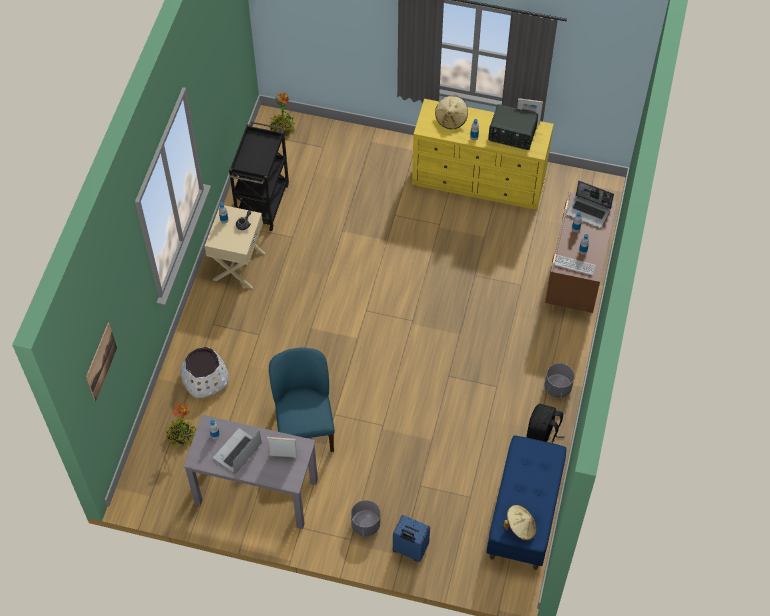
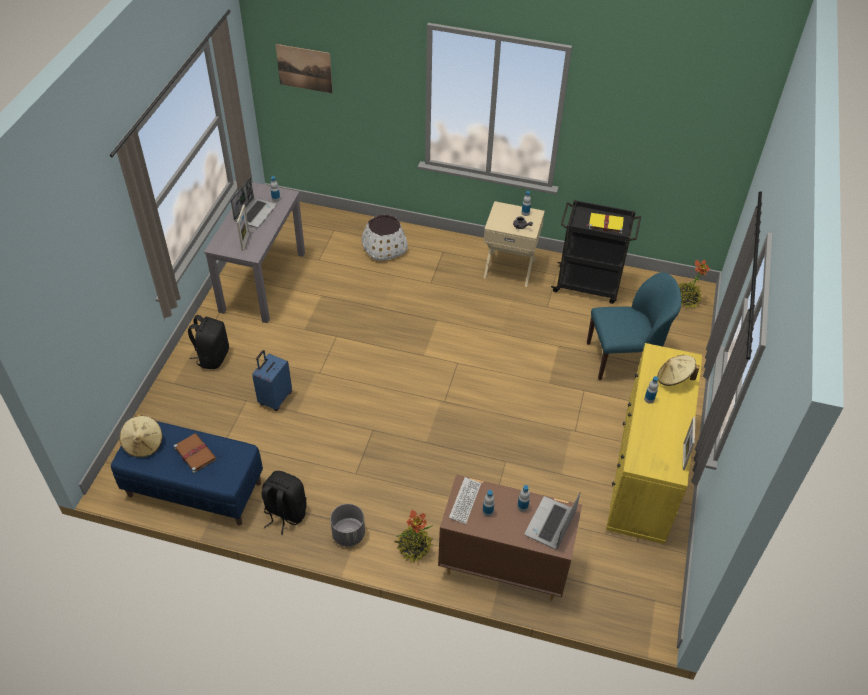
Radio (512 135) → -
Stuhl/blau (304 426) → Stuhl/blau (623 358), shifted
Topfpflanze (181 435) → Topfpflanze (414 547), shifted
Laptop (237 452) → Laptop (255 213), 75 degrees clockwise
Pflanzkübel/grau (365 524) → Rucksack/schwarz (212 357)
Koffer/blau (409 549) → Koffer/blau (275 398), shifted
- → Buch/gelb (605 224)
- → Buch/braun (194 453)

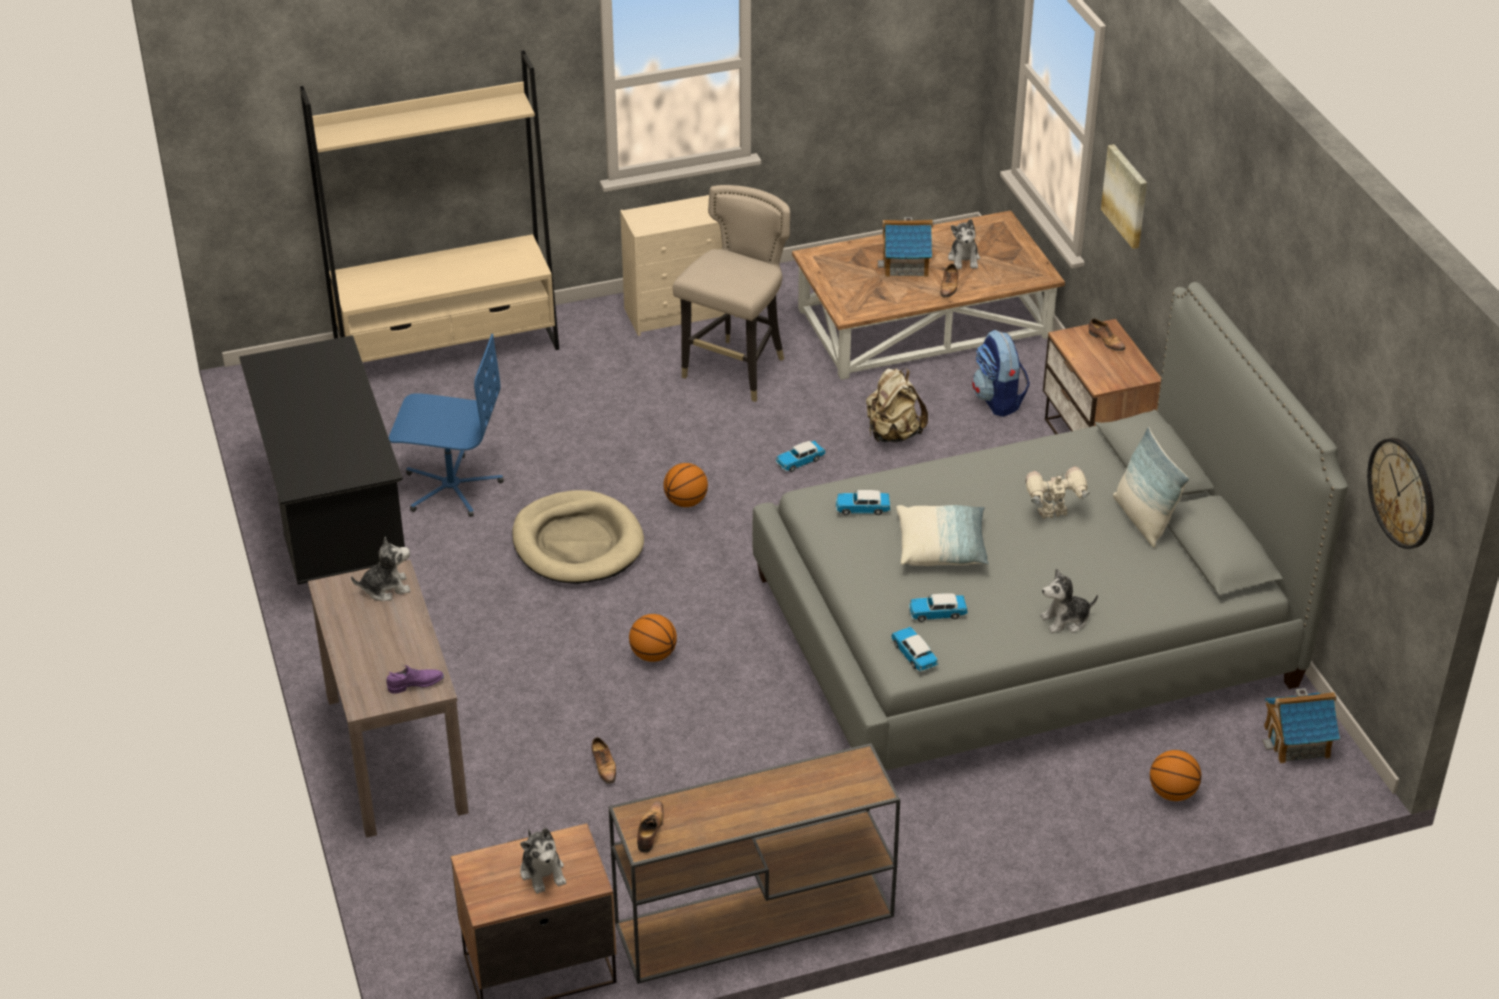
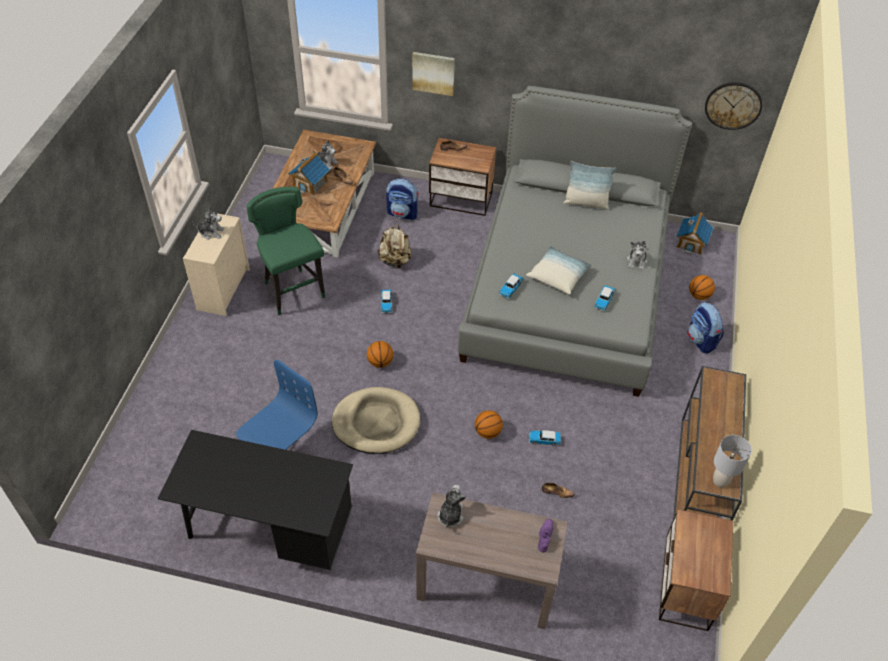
Bücherregal/beige (448 350) → -
Hocker/beige (736 371) → Hocker/grün (293 292)
Spielzeugroboter (1053 515) → -
Spielzeugauto (914 655) → Spielzeugauto (544 440), shifted
Schuh (650 831) → Tischlampe/grau (720 481)
Plüschtier (543 872) → Plüschtier (211 232), shifted
- → Rucksack (701 341)

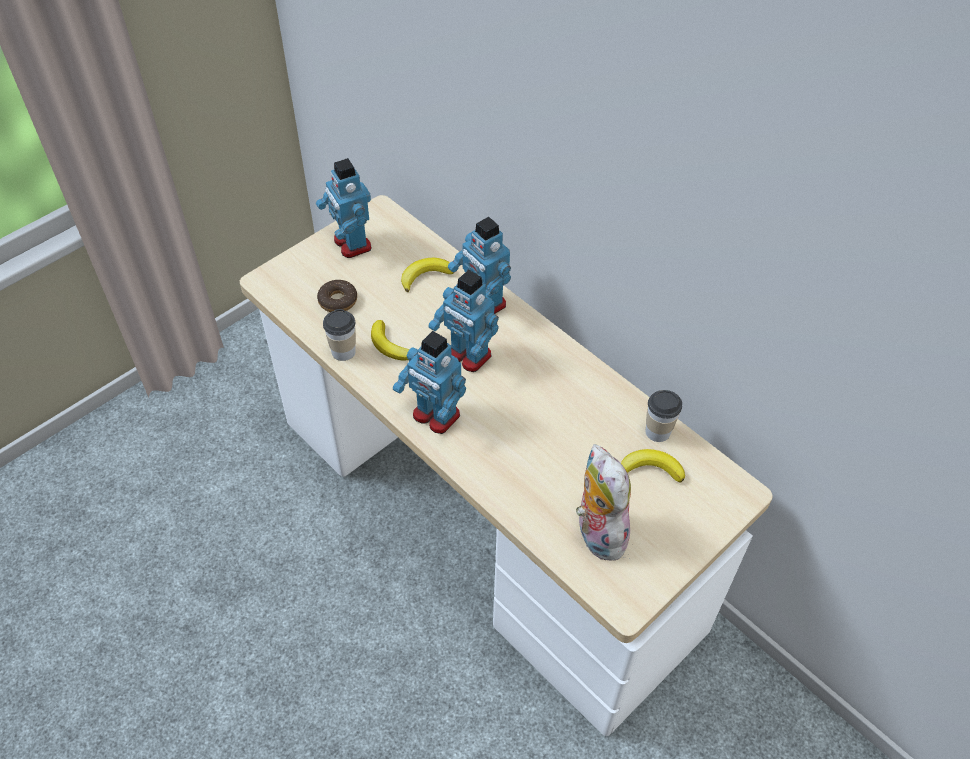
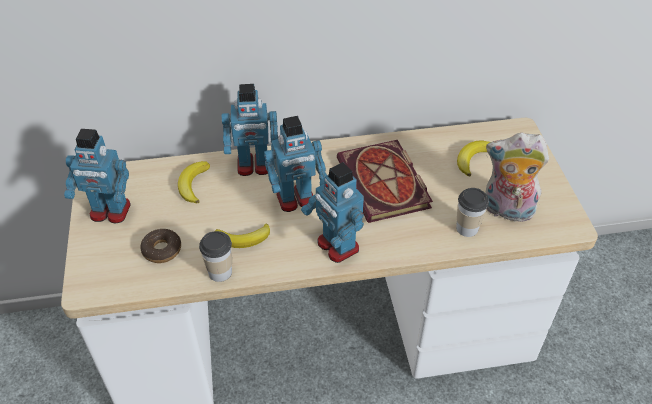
Spielzeugroboter (435 416) → Spielzeugroboter (337 246), 75 degrees clockwise
Tasse (658 431) → Tasse (467 228), shifted
- → Buch (386 185)

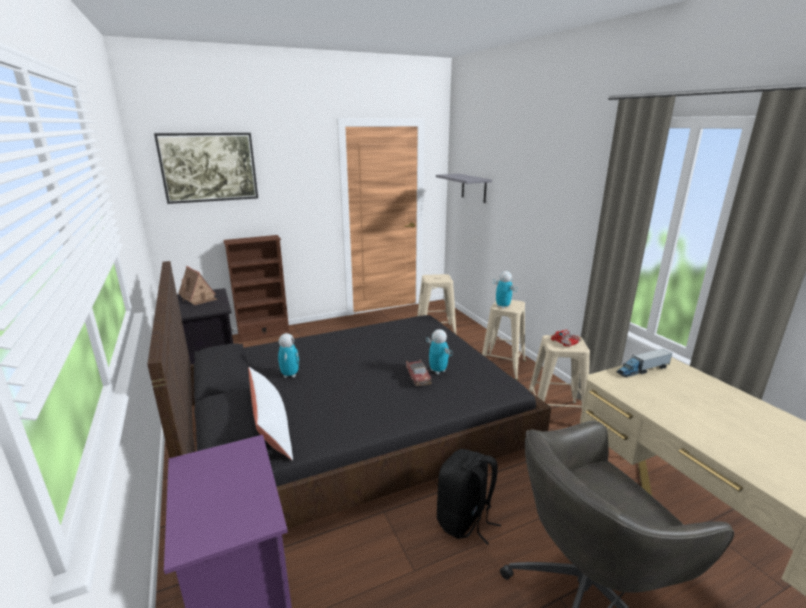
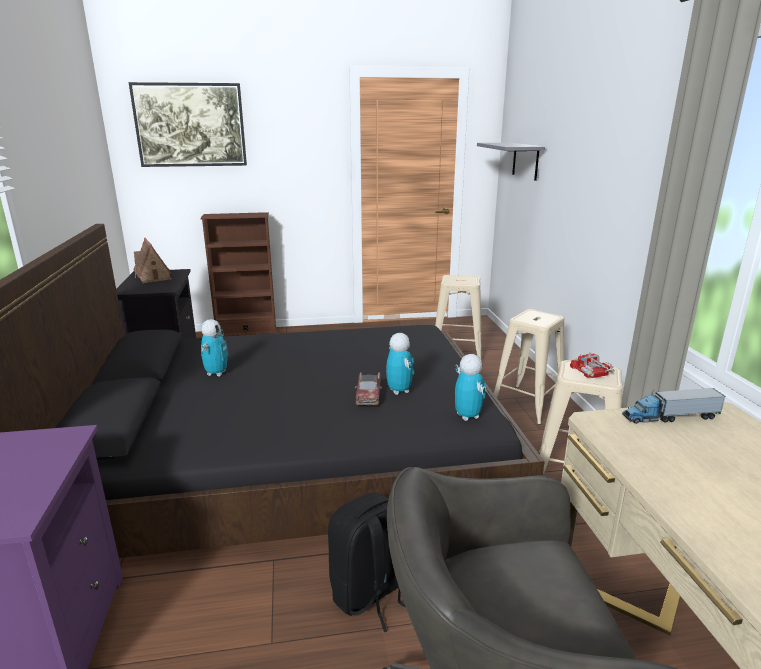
Spielzeugroboter (502 306) → Spielzeugroboter (467 416), shifted
Kissen/weiß (271 430) → -

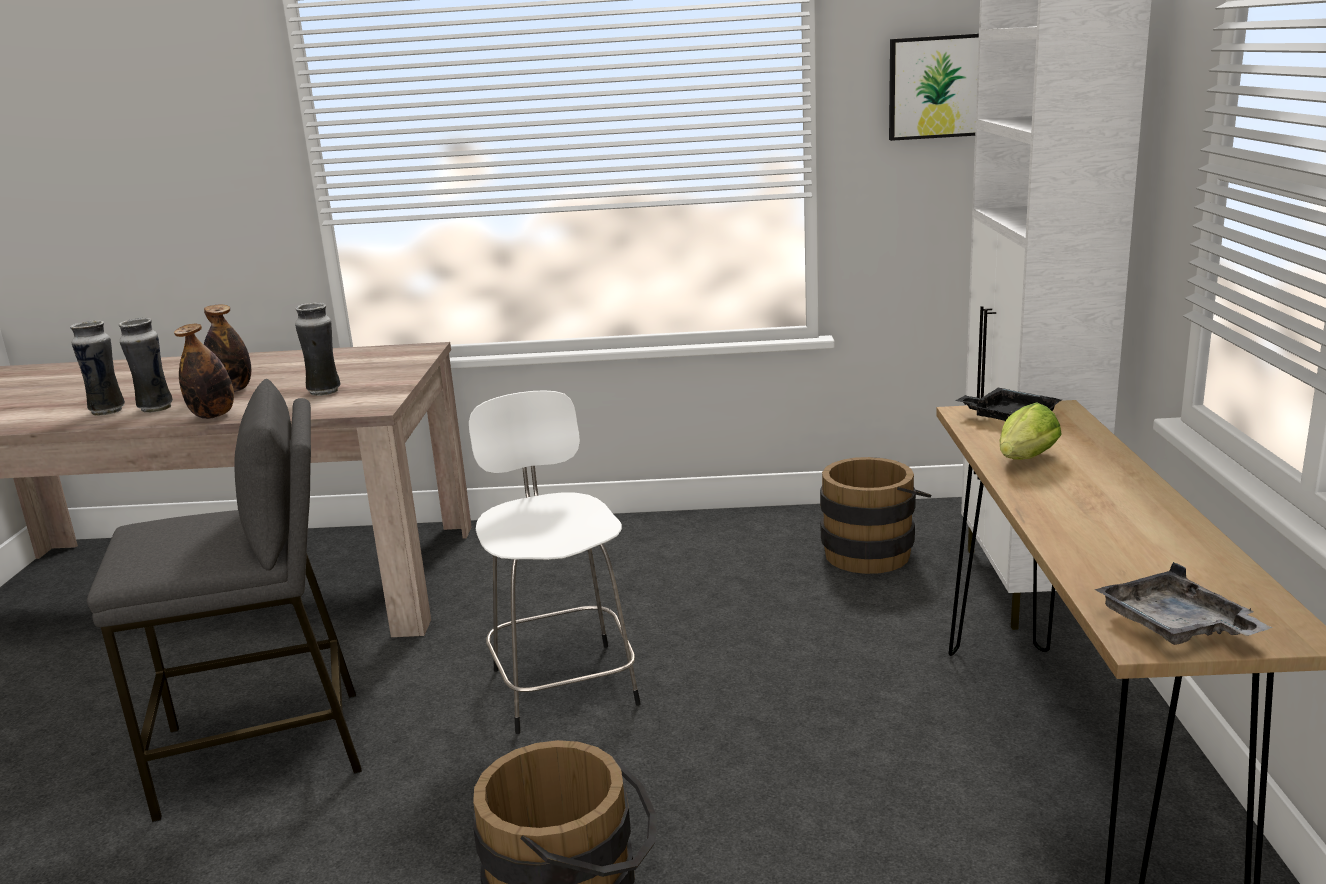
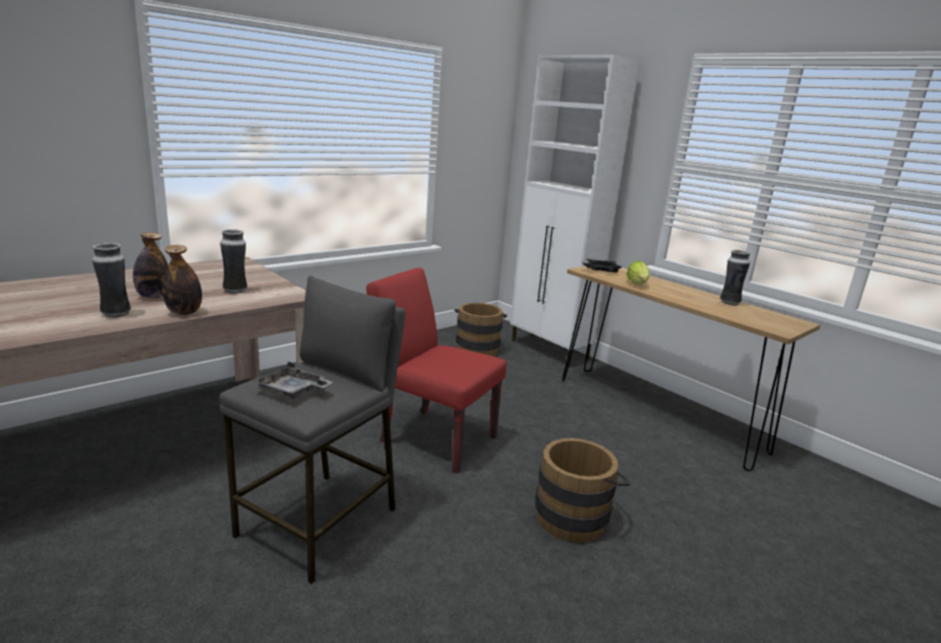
Bild (937 87) → -
Vase (108 411) → Vase (729 302), shifted
Hocker/weiß (563 683) → Stuhl/rot (431 436)
Tablett/grau (1175 626) → Tablett/grau (293 391), shifted

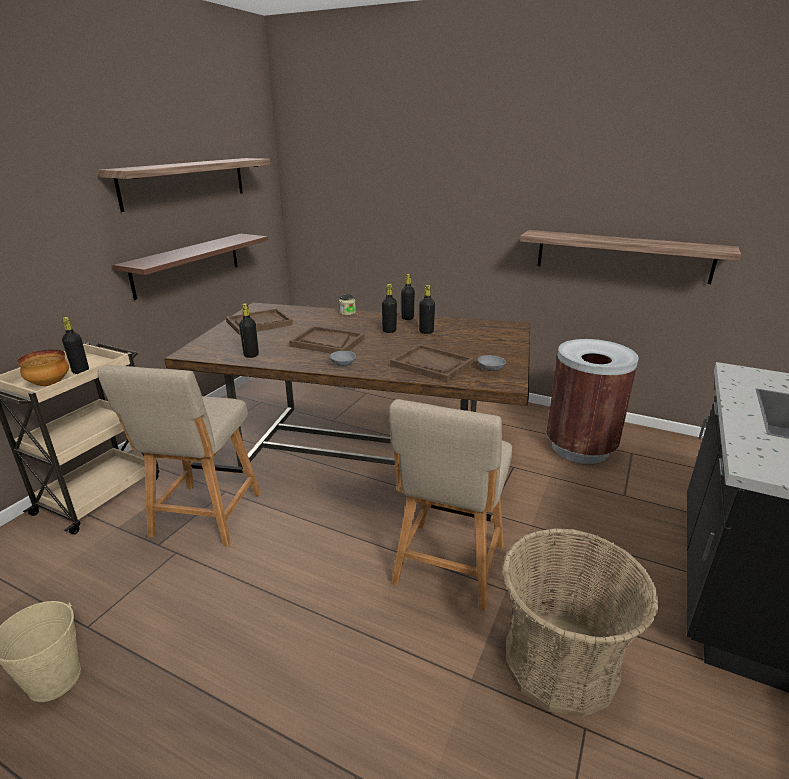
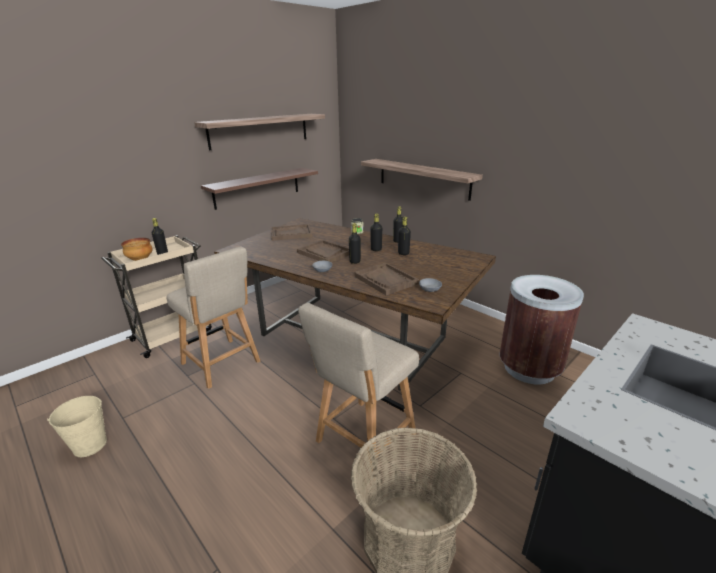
Wandregal (622 256) → Wandregal (423 178), shifted
Flasche/schwarz (251 355) → Flasche/schwarz (355 261), shifted
Stuhl/beige (204 518) → Stuhl/beige (223 364), 75 degrees counterclockwise

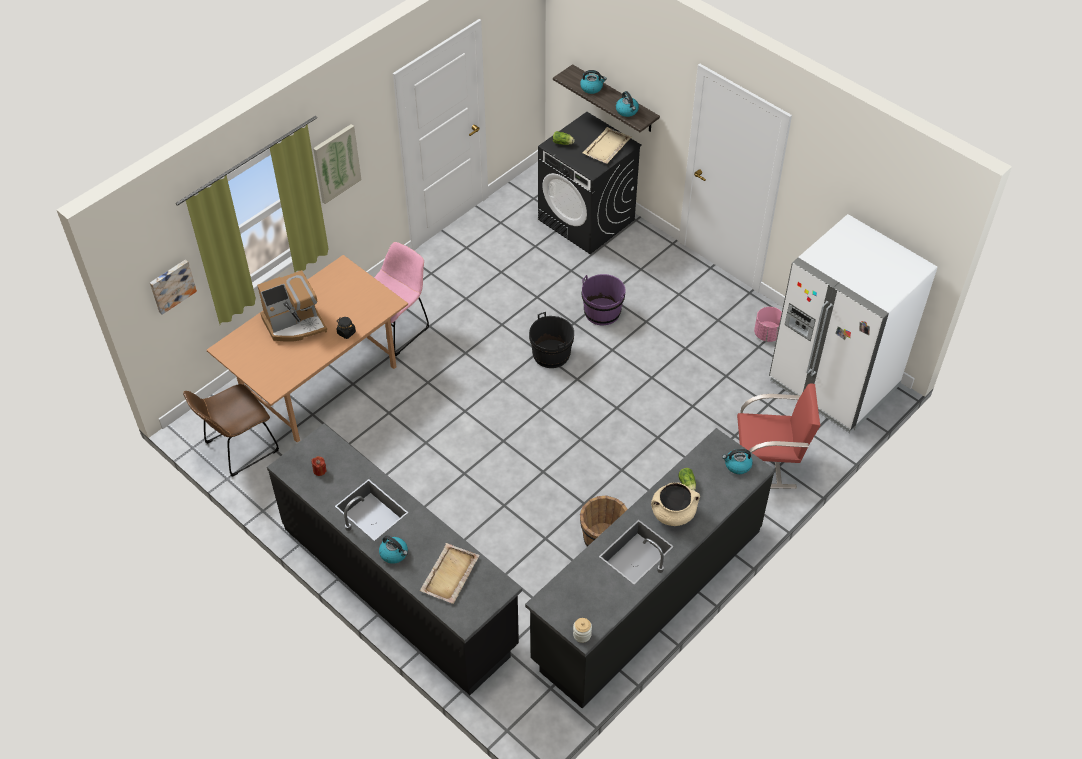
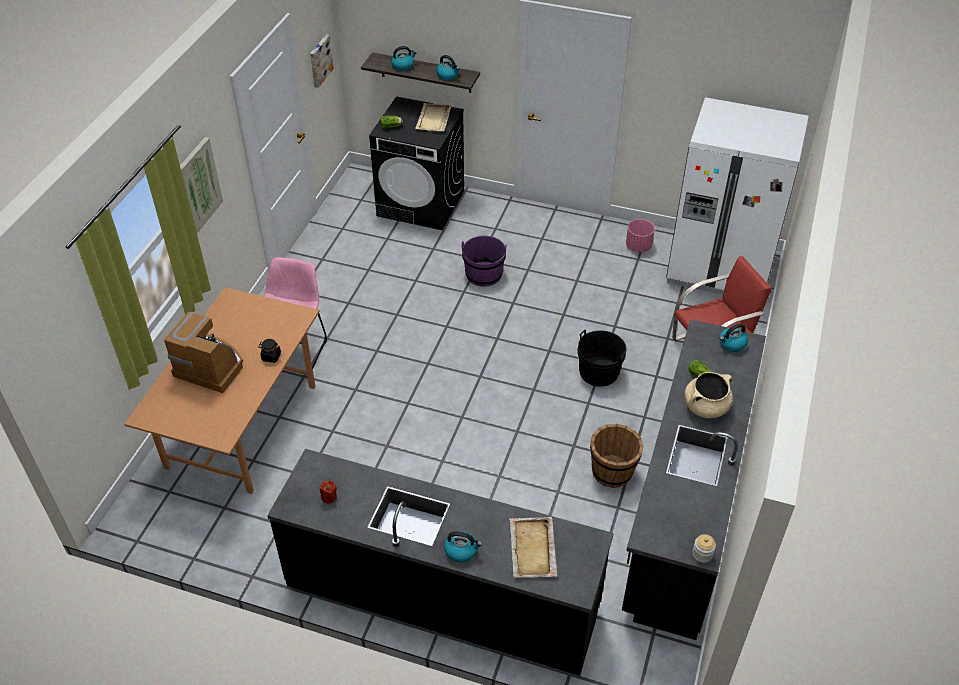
Bild (172 285) → Bild (319 60), shifted
Kaffeemaschine (295 324) → Kaffeemaschine (210 366), 105 degrees counterclockwise
Eimer/schwarz (551 354) → Eimer/schwarz (599 372), shifted
Stuhl/braun (238 449) → -

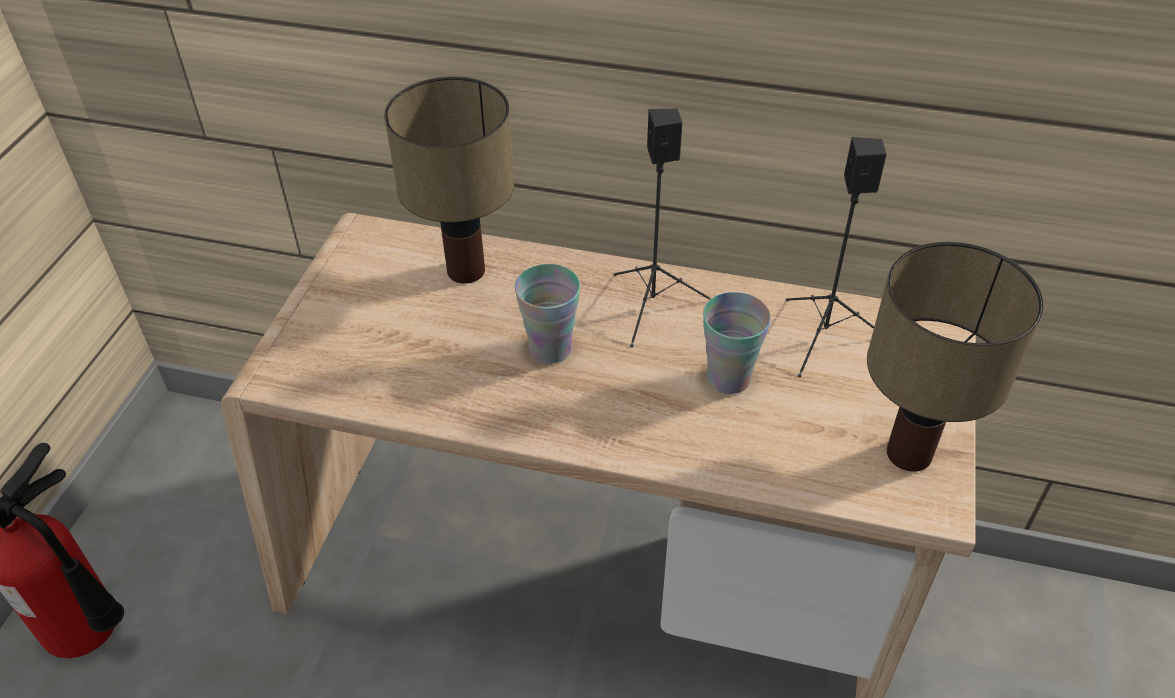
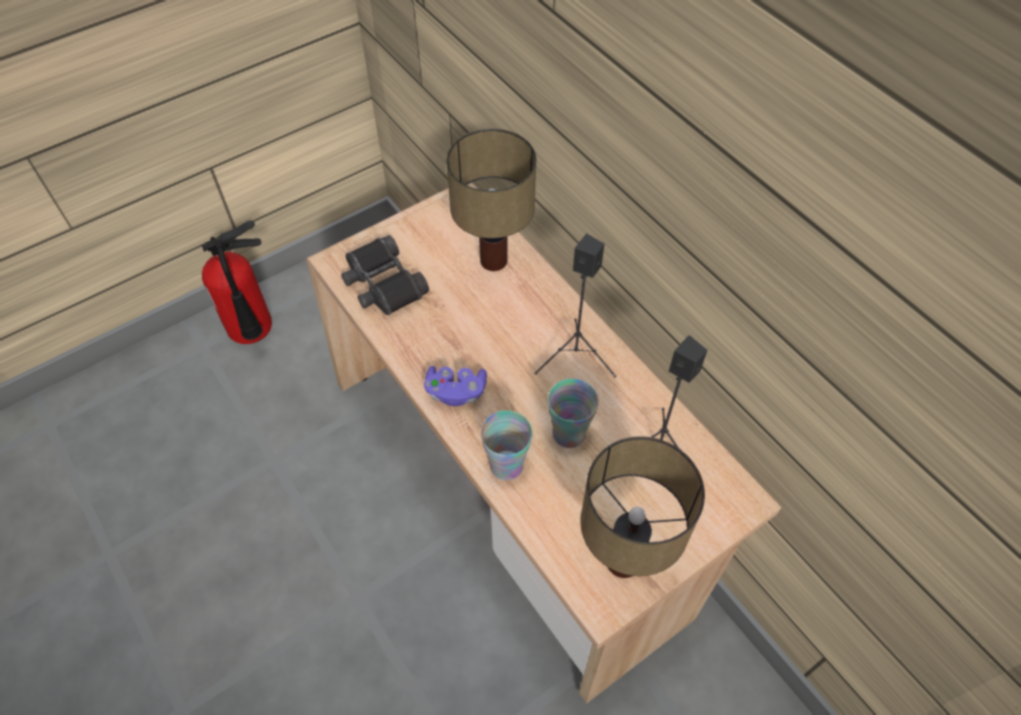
Tasse (550 349) → Tasse (506 465), shifted
- → Fernglas/schwarz (383 284)
- → Gamepad/lila (455 392)

